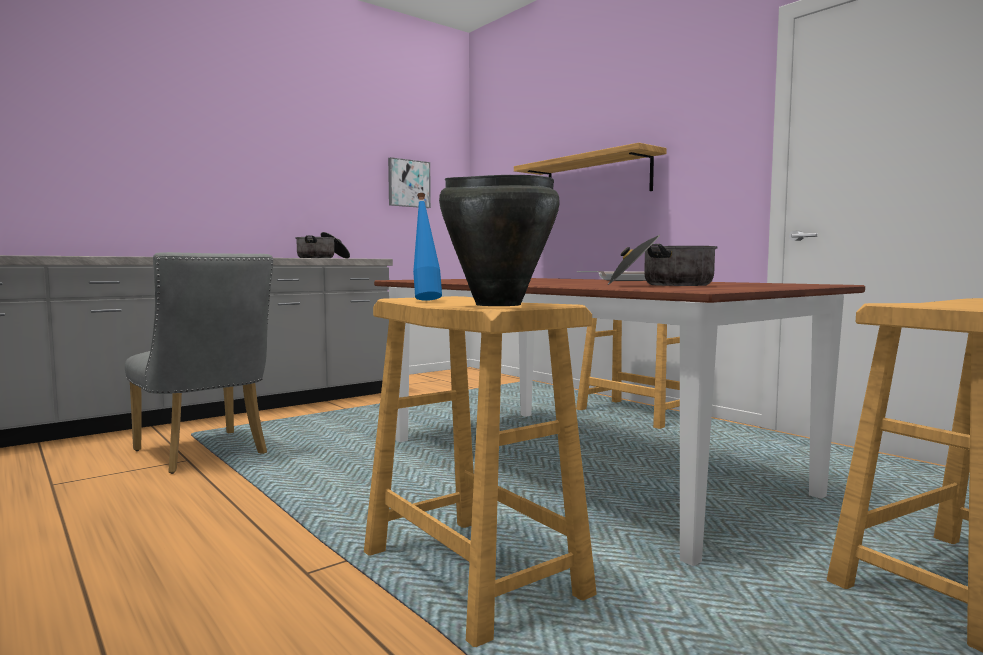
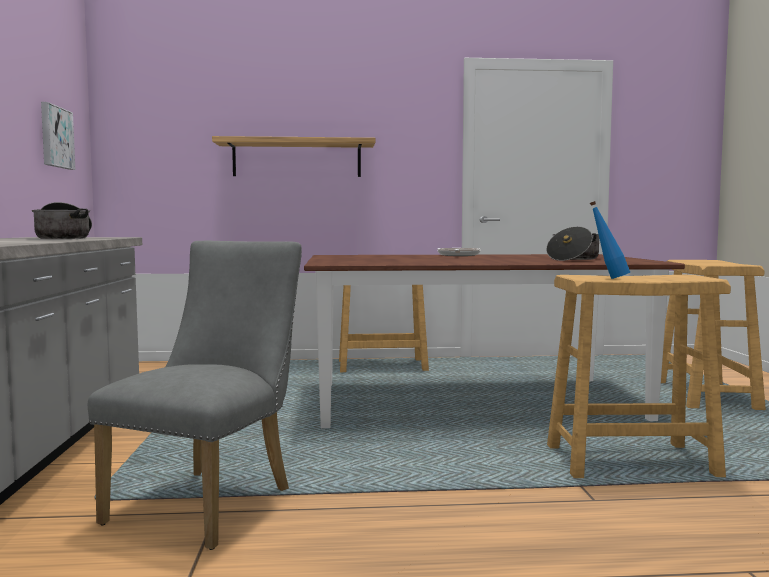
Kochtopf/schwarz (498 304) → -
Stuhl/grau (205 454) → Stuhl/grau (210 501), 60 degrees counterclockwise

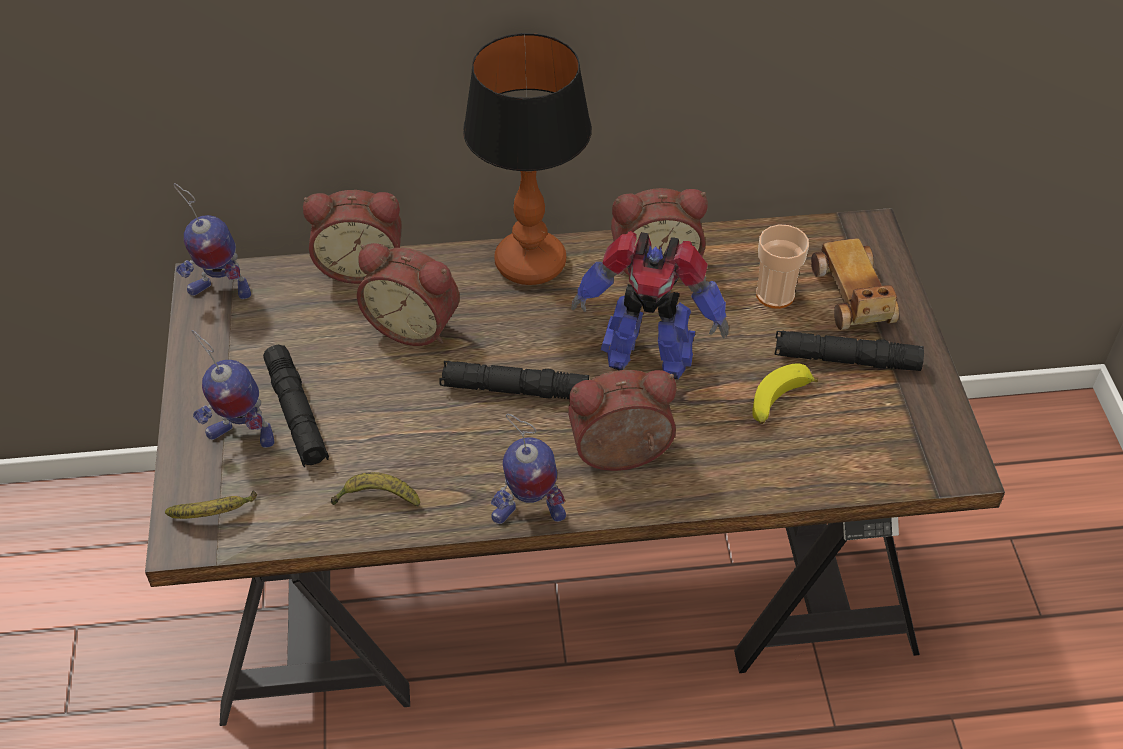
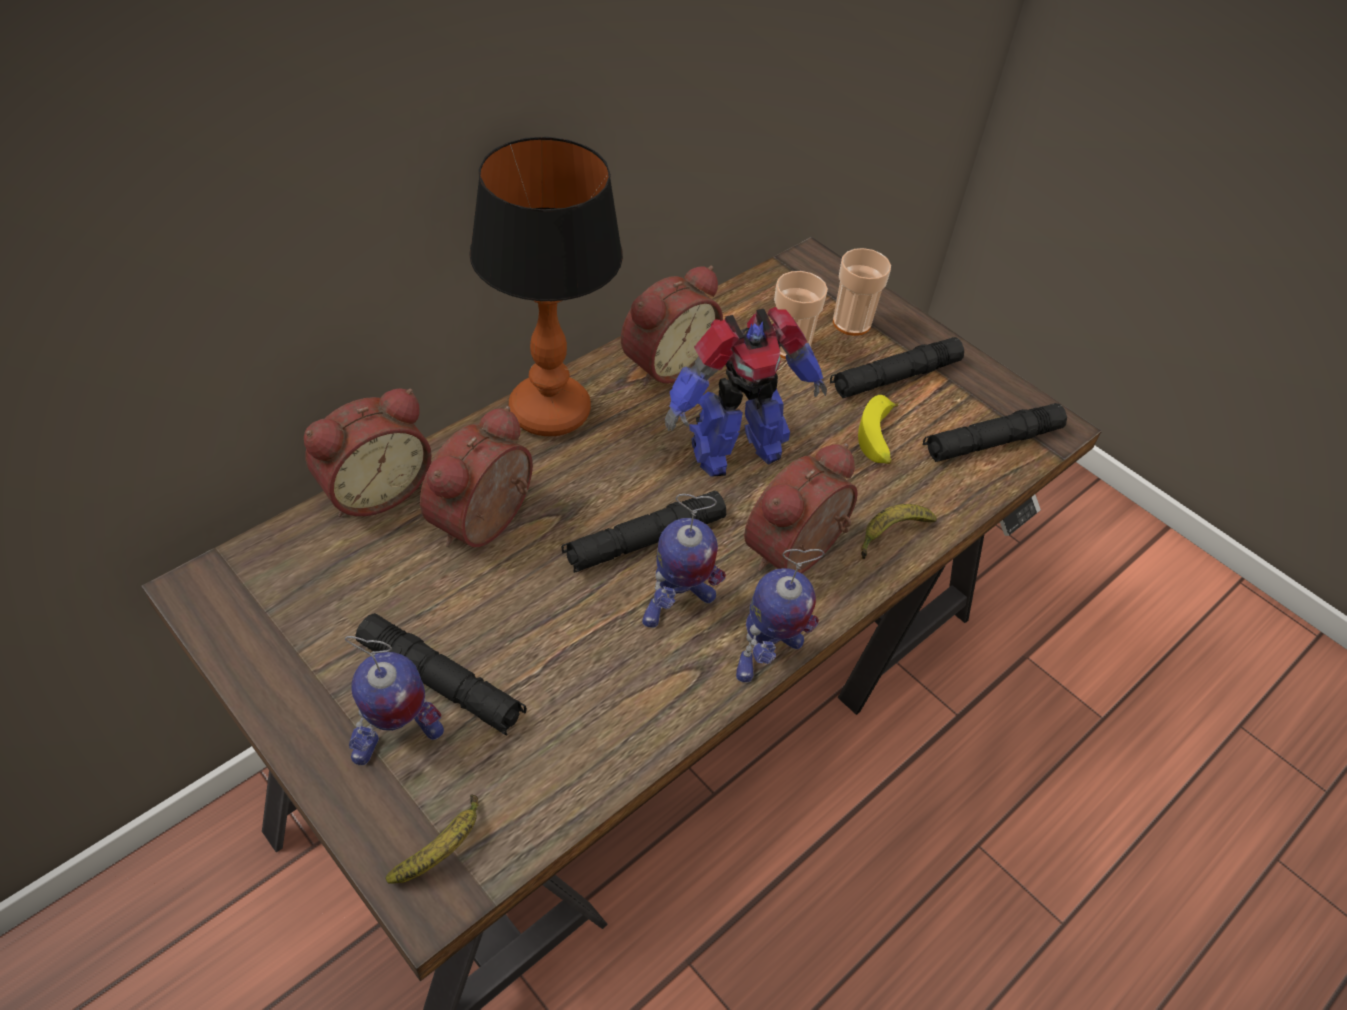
Spielzeugroboter (219 290) → Spielzeugroboter (676 606), shifted
Spielzeugauto (852 297) → Tasse (851 323)
Wecker (414 325) → Wecker (487 525), 135 degrees clockwise
Banane (376 498) → Banane (891 534), shifted
- → Taschenlampe/schwarz (991 442)

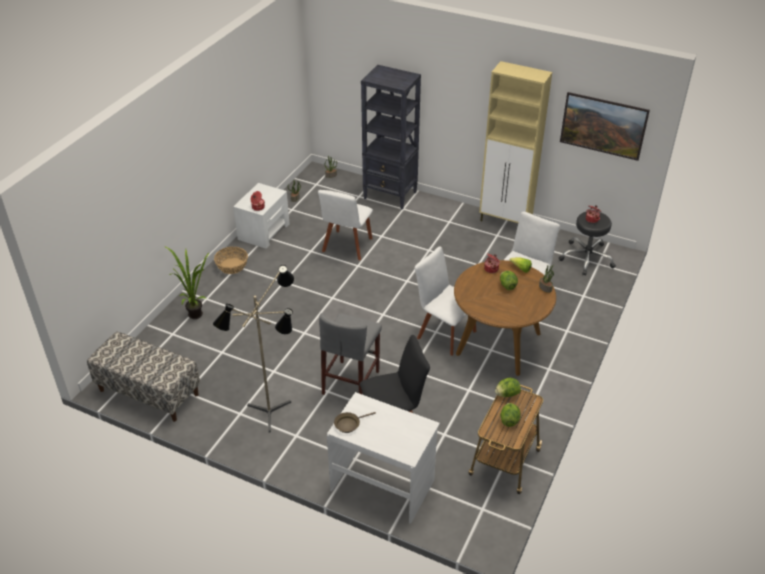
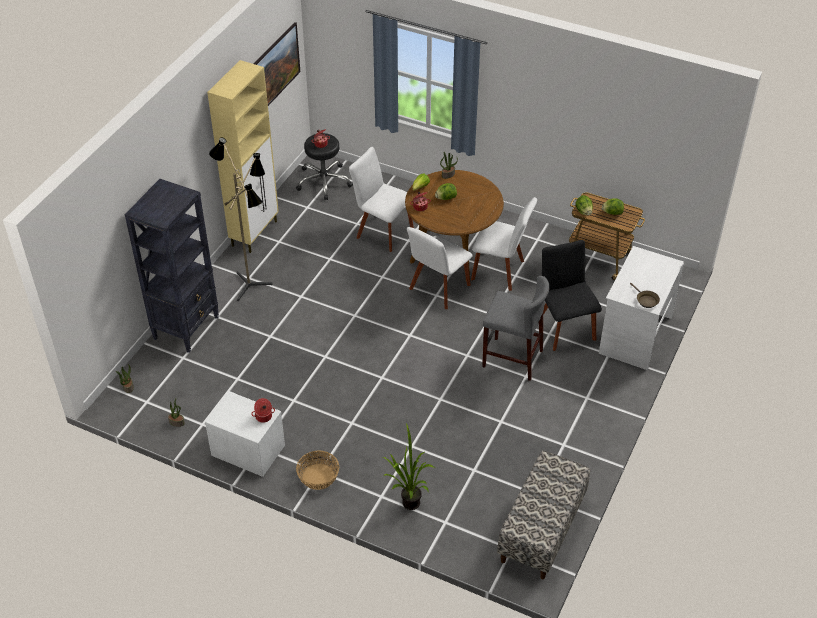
Stuhl/weiß (346 246) → Stuhl/weiß (500 271), shifted
Stehlampe (272 416) → Stehlampe (253 283), shifted

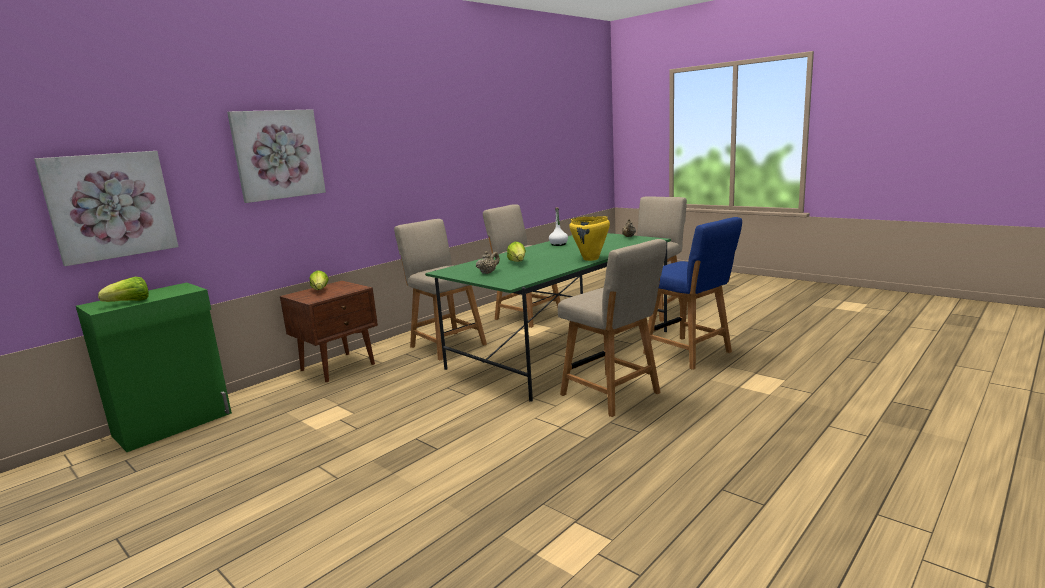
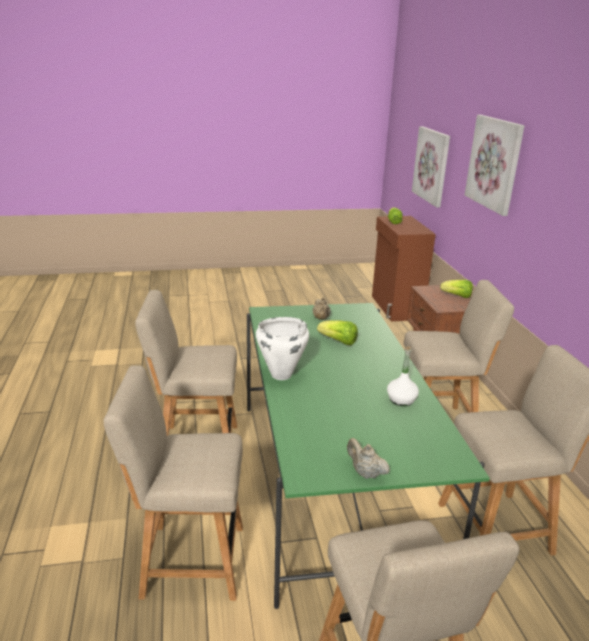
Kochtopf/gelb (591 259) → Kochtopf/weiß (280 375)
Stuhl/blau (690 354) → Stuhl/beige (187 560)
Schrank/grün (174 424) → Schrank/braun (395 307)

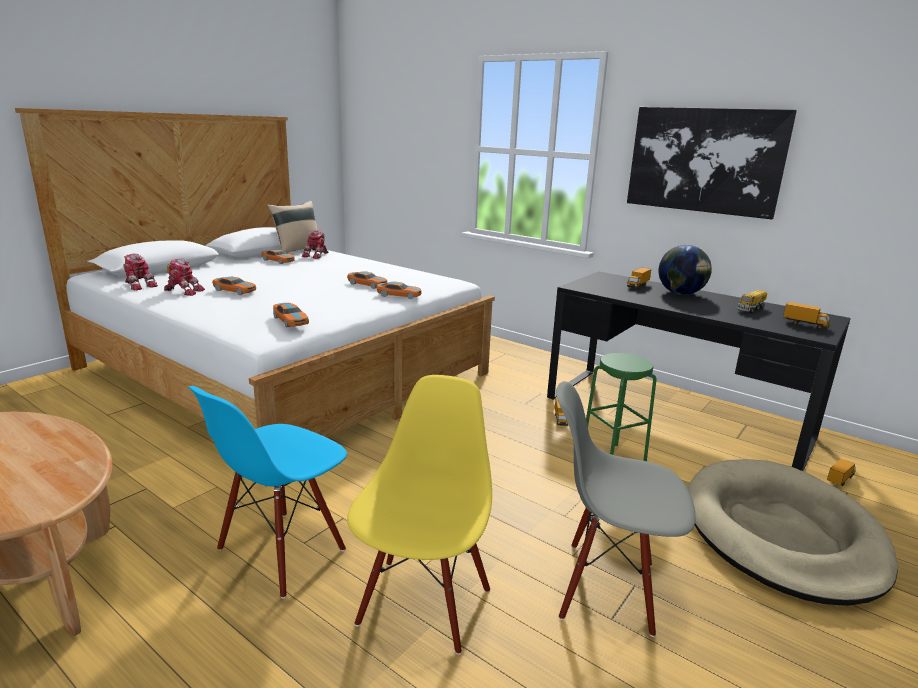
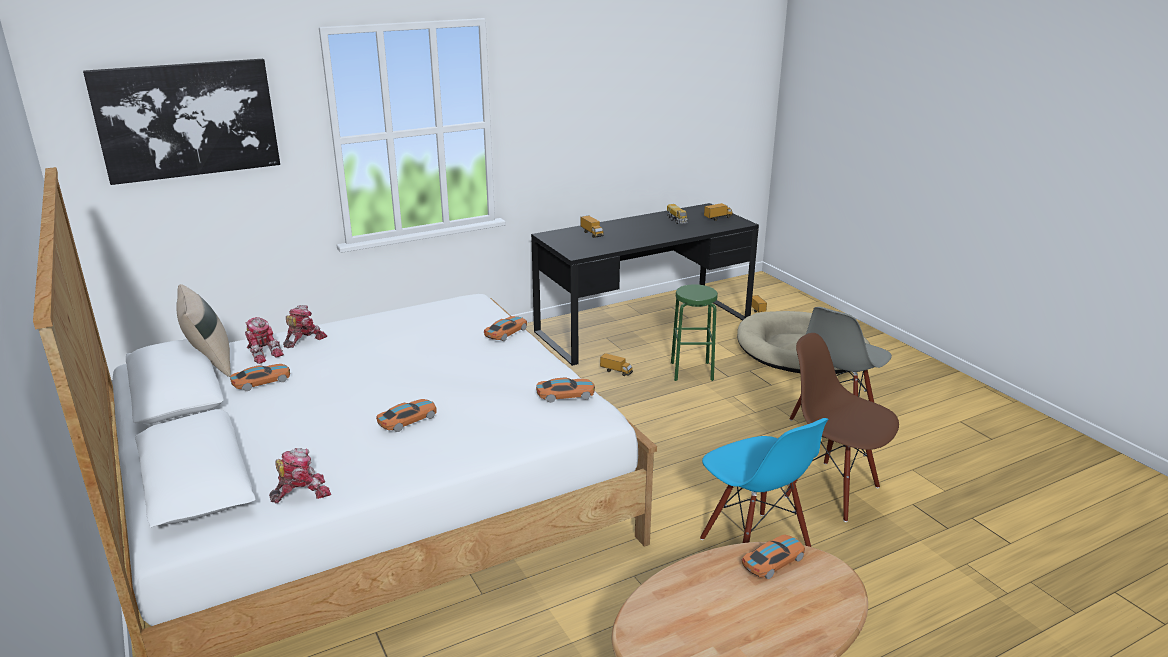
Bild (704 160) → Bild (187 120), shifted
Globus (681 293) → -
Spielzeugroboter (184 291) → Spielzeugroboter (303 340), shifted
Spielzeugauto (367 284) → Spielzeugauto (773 562), shifted
Stuhl/gelb (423 604) → Stuhl/braun (832 491)

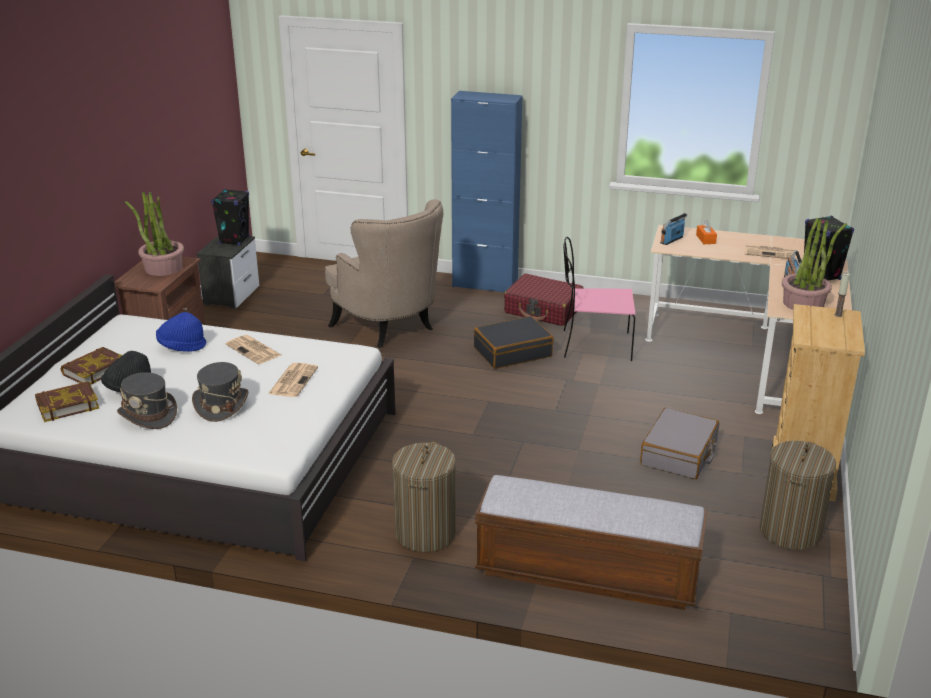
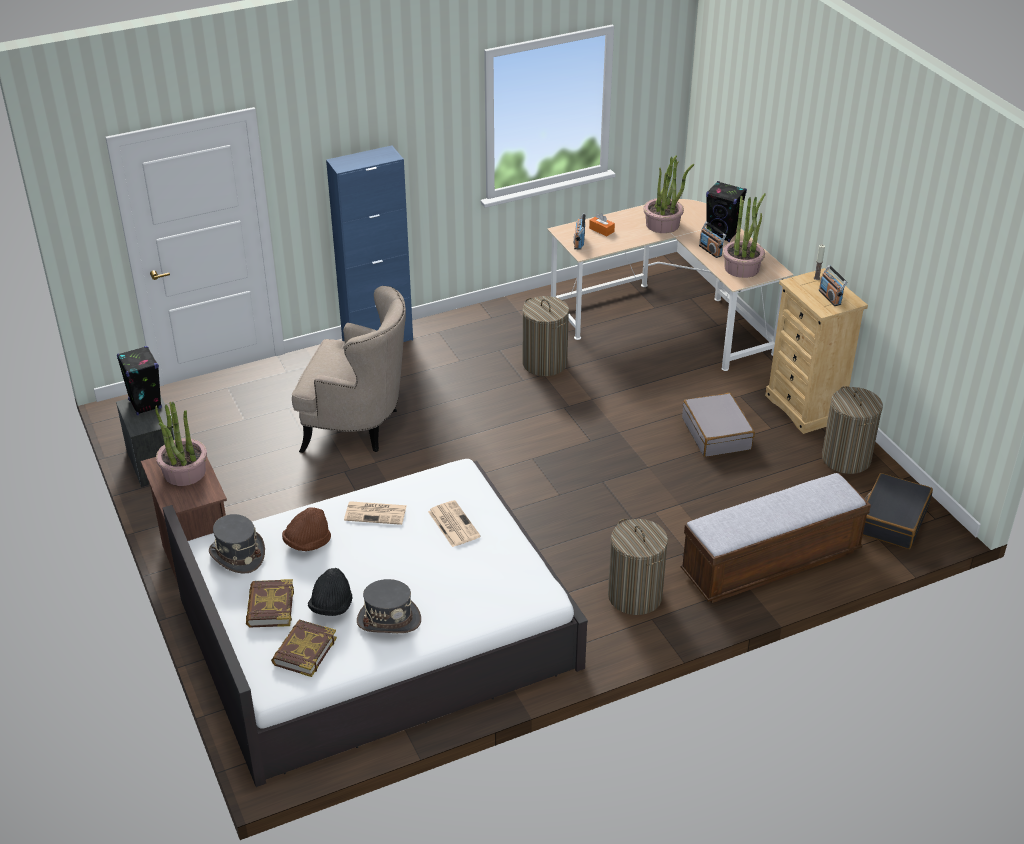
Stuhl/rosa (594 345) → Wäschekorb (544 363)
Zeitung (771 252) → Topfpflanze (663 224)
Koffer/rot (543 310) → -
Hut/blau (181 346) → Hut/braun (307 542)
Koffer/schwarz (512 352) → Koffer/schwarz (892 520), shifted
Hut/grau (221 405) → Hut/grau (237 554), shifted
- → Radio (830 297)

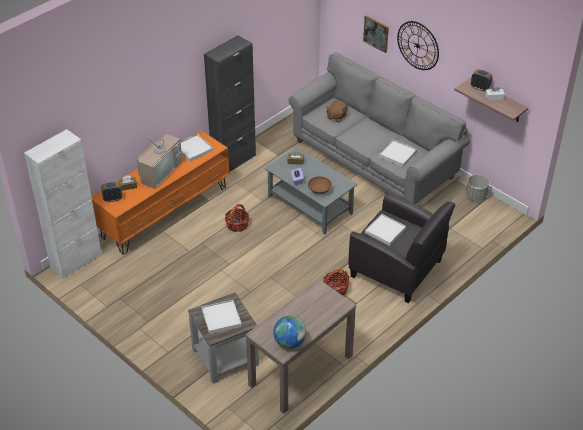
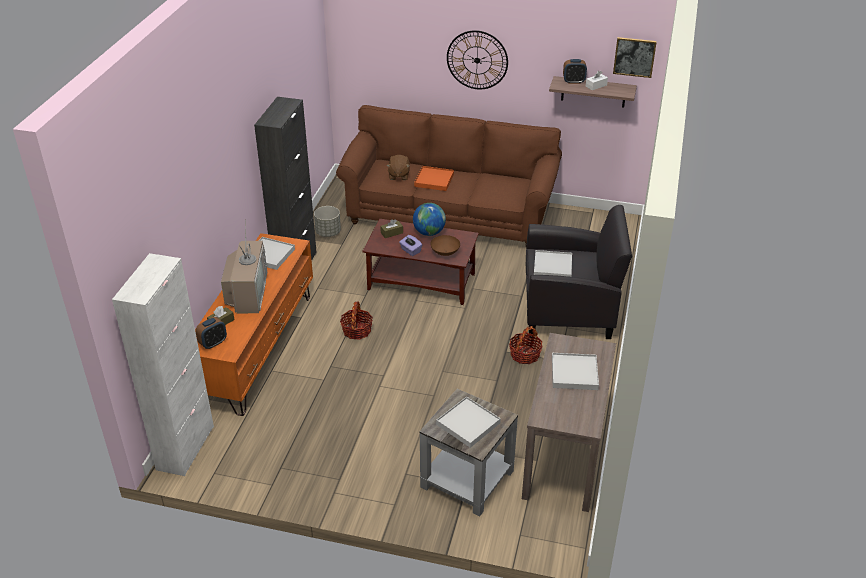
Bild (376 33) → Bild (634 57), shifted
Sofa/grau (374 160) → Sofa/braun (449 215)
Tablett/weiß (397 154) → Tablett/weiß (574 373), shifted
Couchtisch/grau (310 205) → Couchtisch/braun (422 281)
Pflanzkübel/grau (476 196) → Pflanzkübel/grau (328 232), shifted
Globus (289 342) → Globus (429 232), shifted
- → Tablett/orange (434 180)

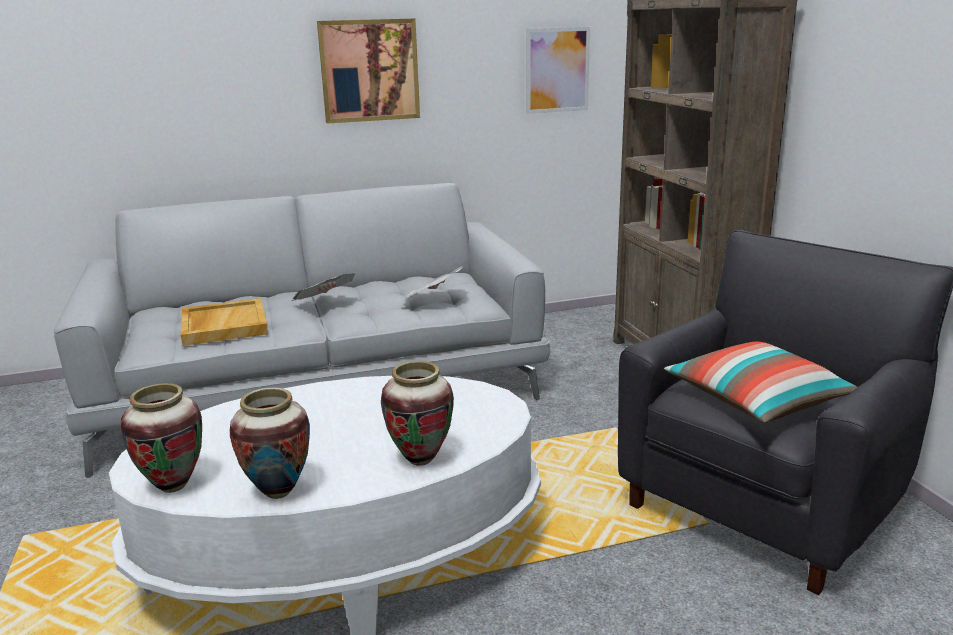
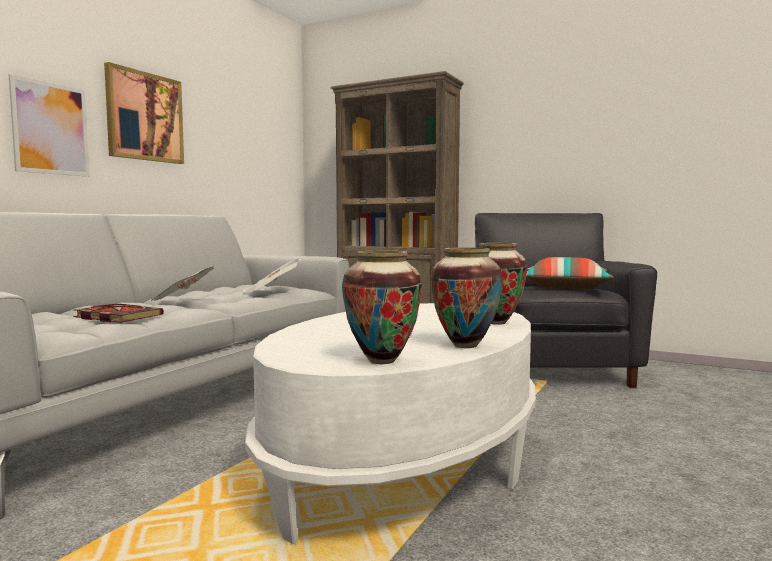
Bild (557 70) → Bild (51 128), shifted
Tablett/beige (223 325) → Buch (116 316)

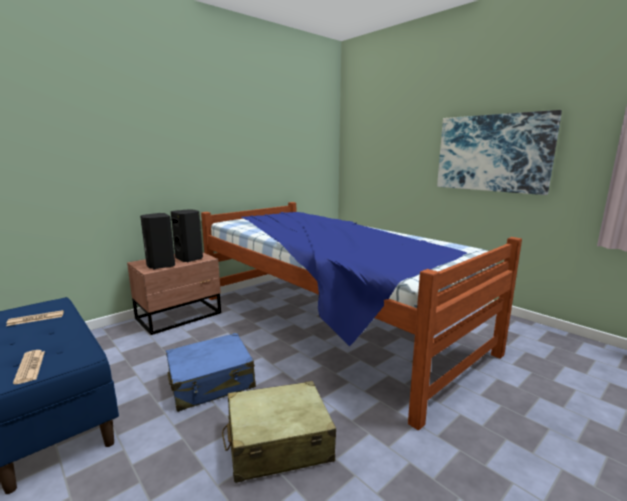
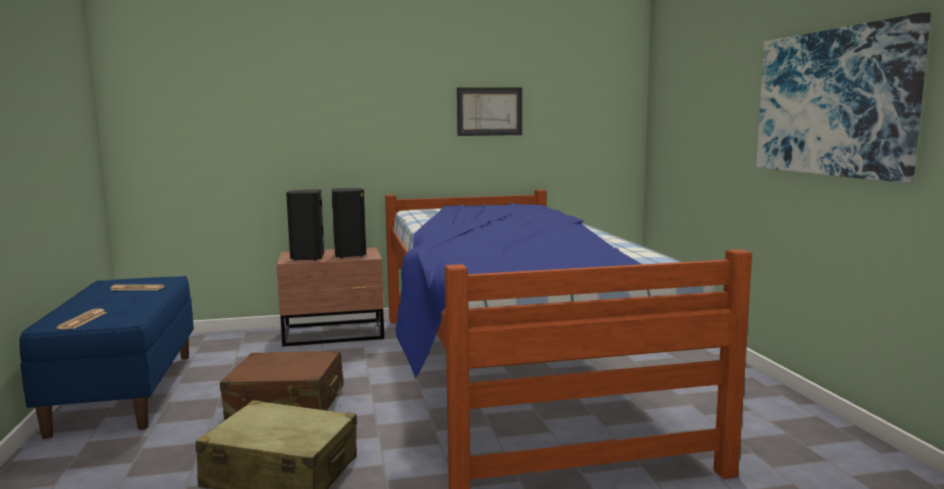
Koffer/blau (211 382) → Koffer/braun (287 403)
- → Bild (489 111)

